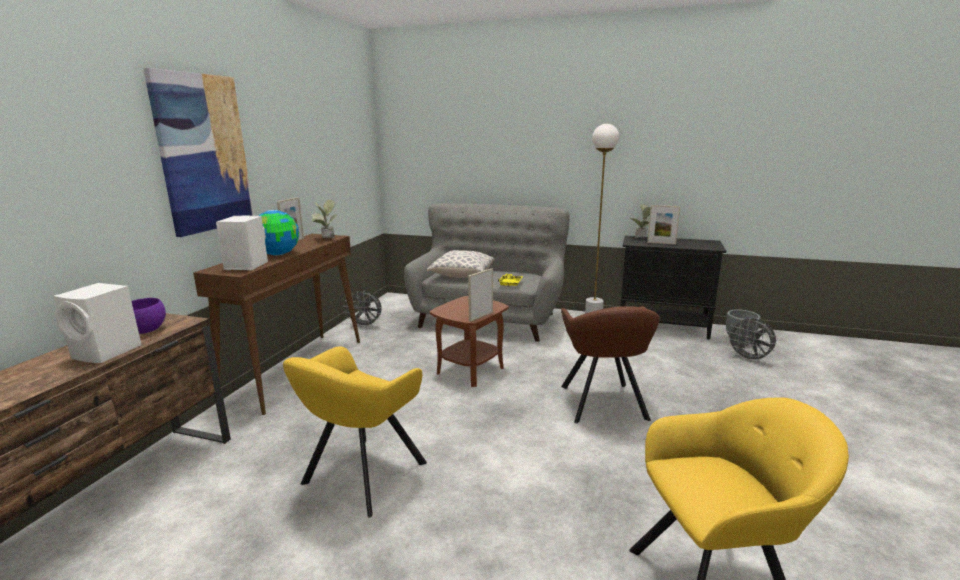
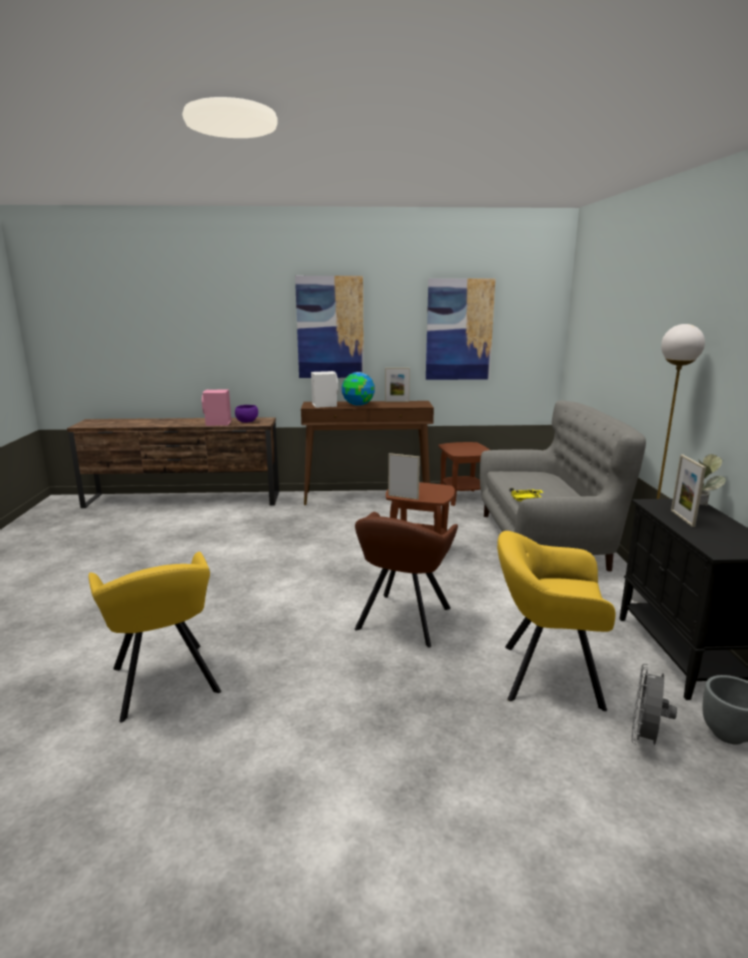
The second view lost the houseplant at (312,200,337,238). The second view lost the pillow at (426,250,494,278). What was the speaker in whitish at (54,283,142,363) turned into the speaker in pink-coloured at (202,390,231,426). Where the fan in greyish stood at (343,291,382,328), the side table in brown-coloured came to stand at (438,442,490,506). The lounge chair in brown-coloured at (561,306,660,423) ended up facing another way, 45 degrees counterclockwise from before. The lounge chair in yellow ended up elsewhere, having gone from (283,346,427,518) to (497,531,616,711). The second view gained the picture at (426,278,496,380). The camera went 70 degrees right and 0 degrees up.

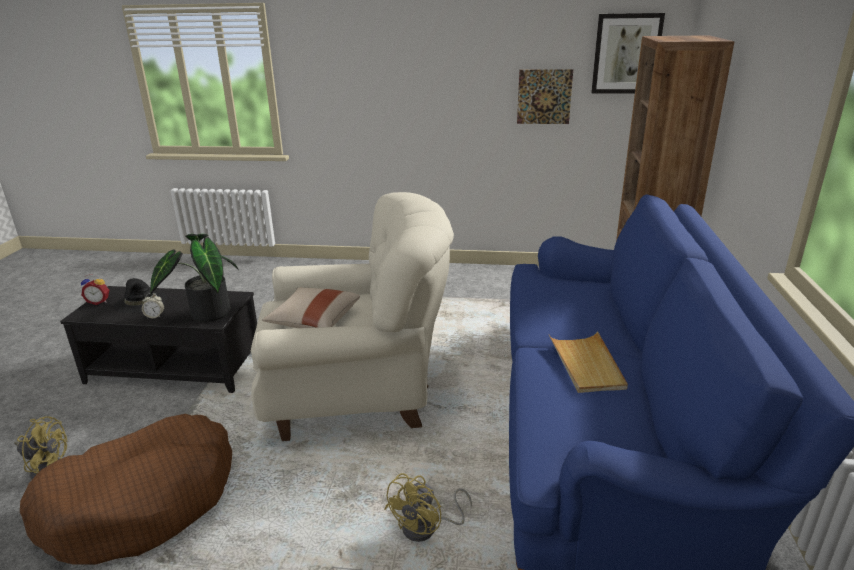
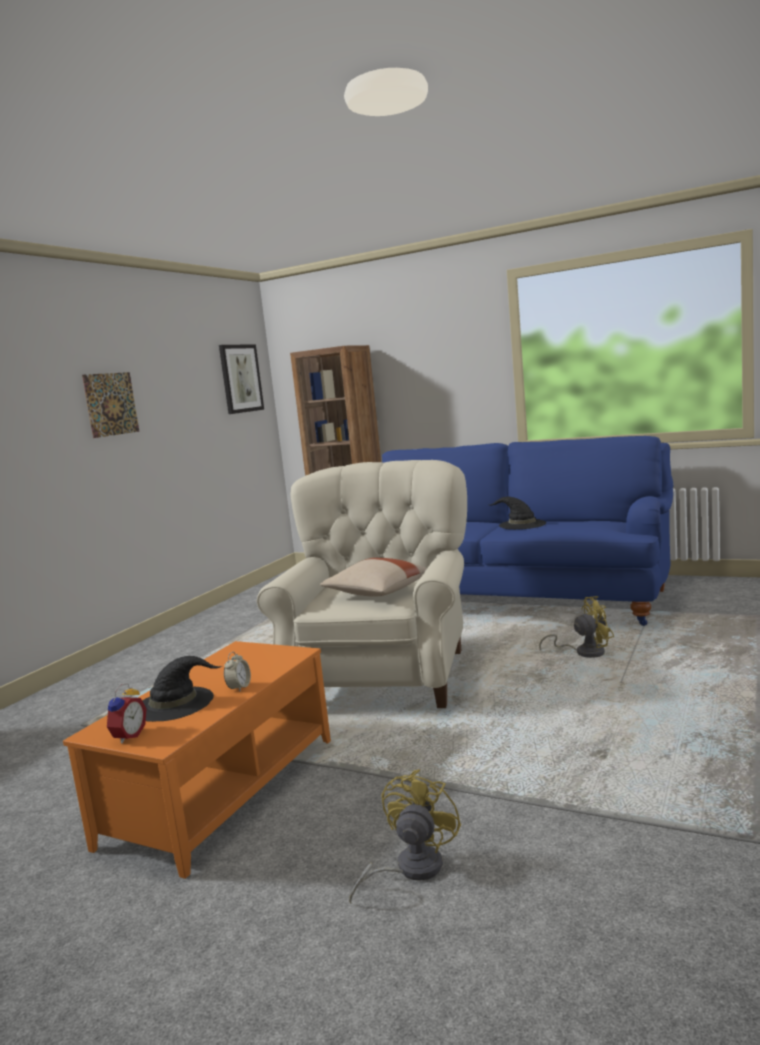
The picture ended up elsewhere, having gone from (517,69,573,124) to (82,372,139,438). The second view lost the houseplant at (150,234,239,322). What was the coffee table in black at (60,286,257,393) turned into the coffee table in orange at (63,641,331,879). Where the serving tray in sand-coloured stood at (549,331,628,393), the wearable hat in black came to stand at (487,497,546,529). The second view lost the dog cushion in brown-coloured at (20,414,232,565). The fan in yellow at (384,473,472,542) ended up facing another way, 60 degrees counterclockwise from before. The camera went 70 degrees left and 15 degrees down.

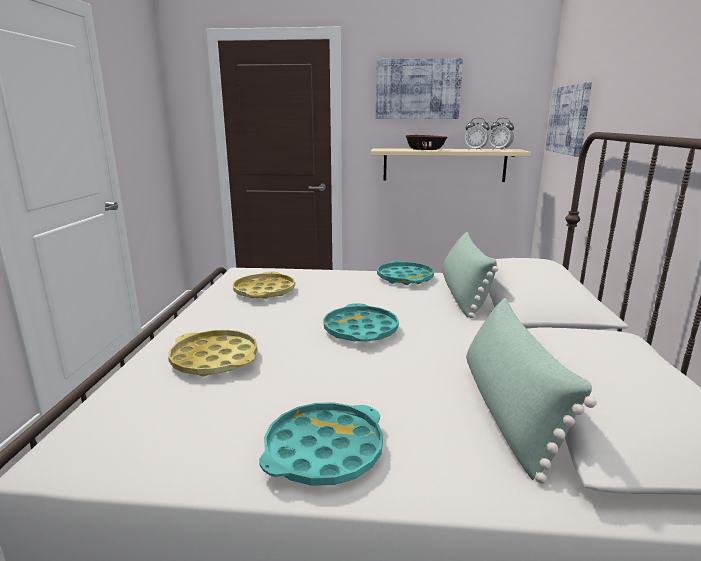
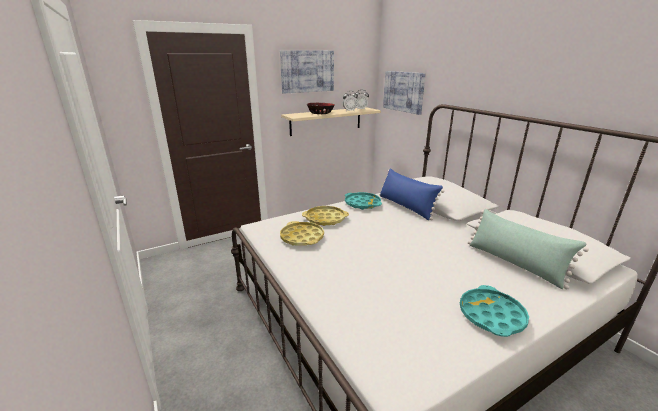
What was the pillow in green at (442,232,498,318) turned into the pillow in blue at (379,168,444,220). The second view lost the serving tray in turquoise-coloured at (323,303,399,341). The serving tray in yellow ended up elsewhere, having gone from (168,330,258,376) to (302,206,349,226). The camera went 35 degrees left and 5 degrees up.

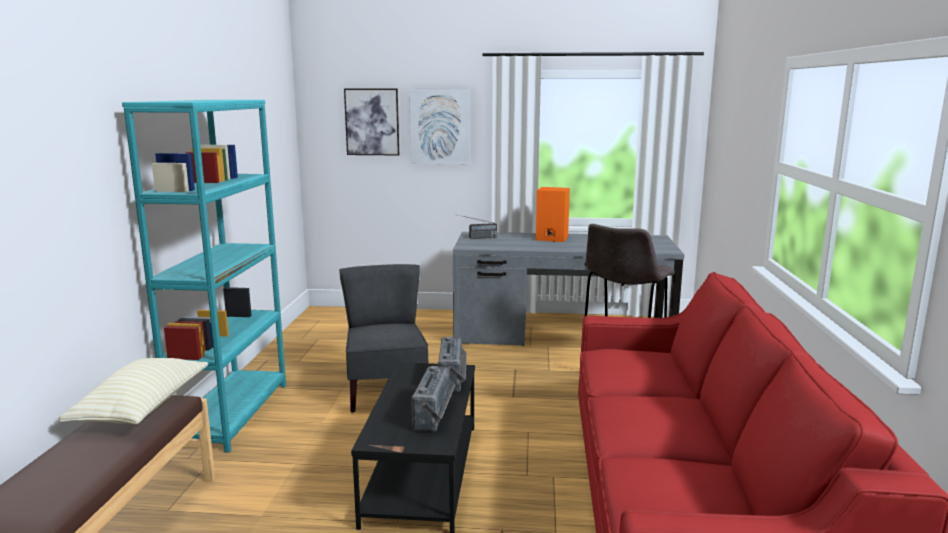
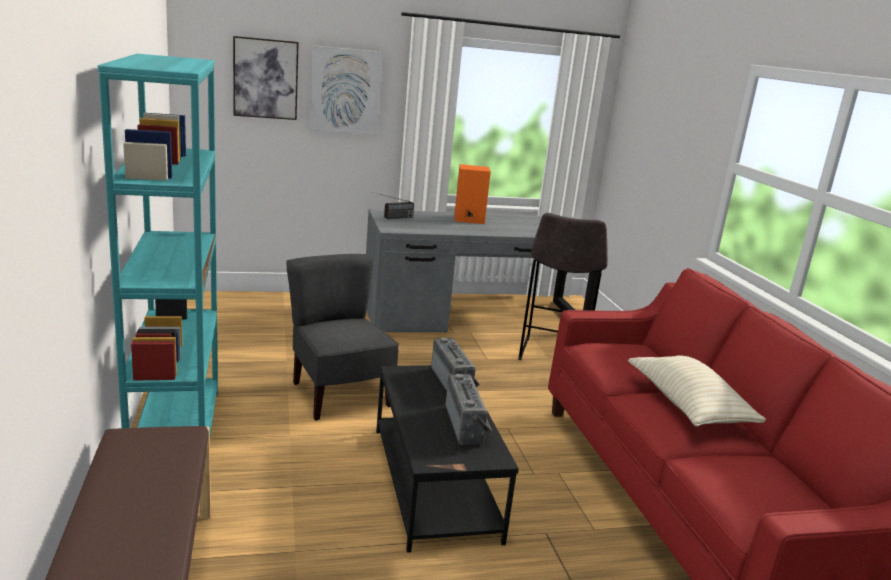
The pillow in sand-coloured ended up elsewhere, having gone from (59,358,208,424) to (628,355,766,427). The camera went 20 degrees left and 5 degrees up.

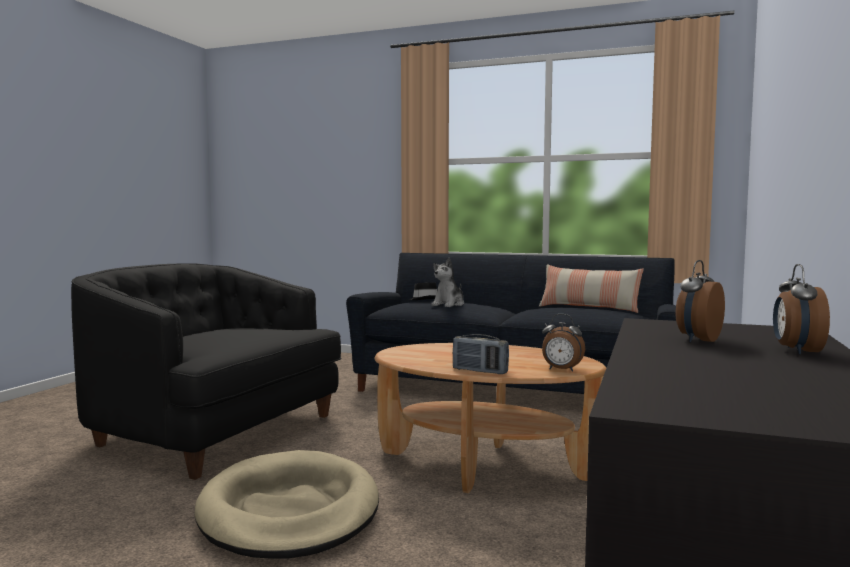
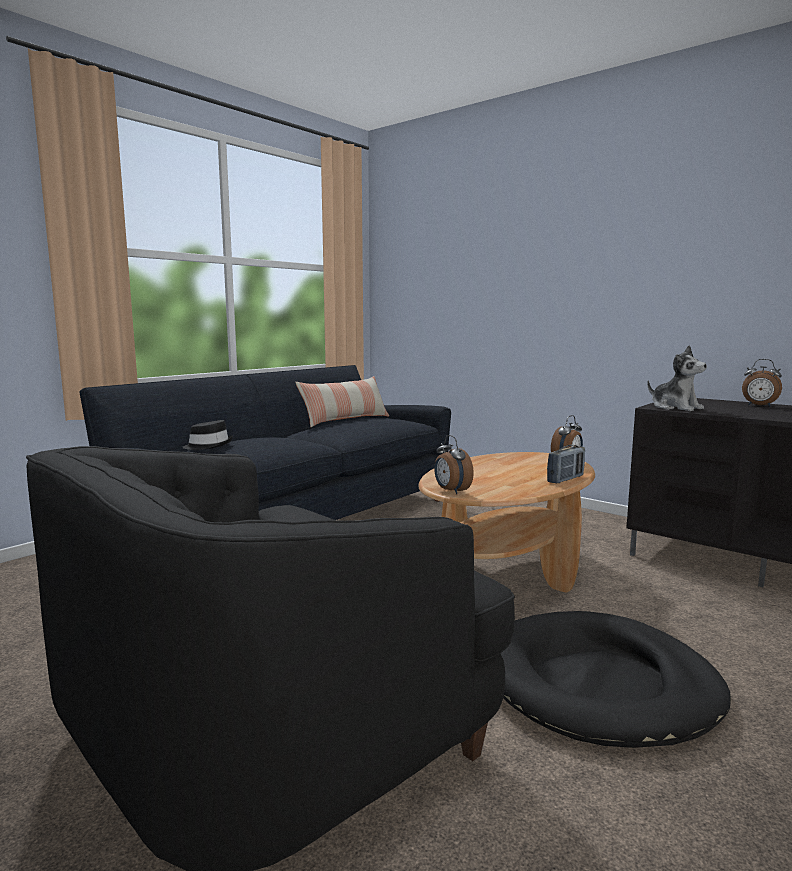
The cuddly toy ended up elsewhere, having gone from (431,258,464,307) to (647,345,707,411). The alarm clock ended up elsewhere, having gone from (676,260,725,342) to (434,435,474,494). What was the dog cushion in sand-coloured at (195,450,379,559) turned into the dog cushion in black at (501,611,731,748). The camera went 70 degrees left and 5 degrees up.

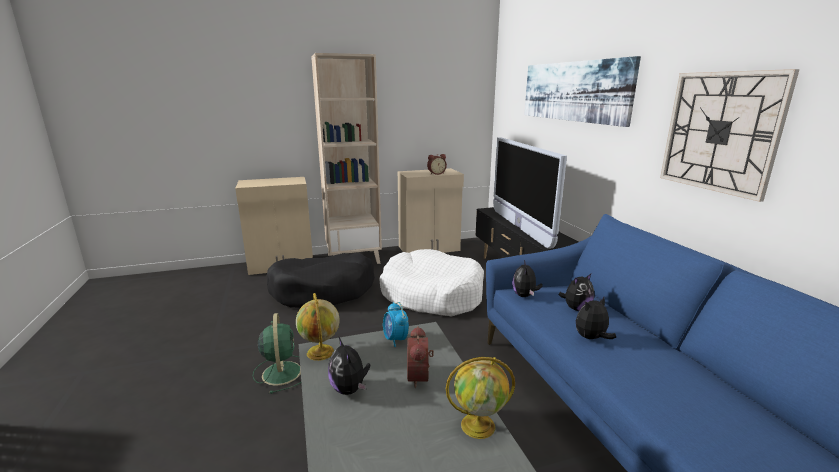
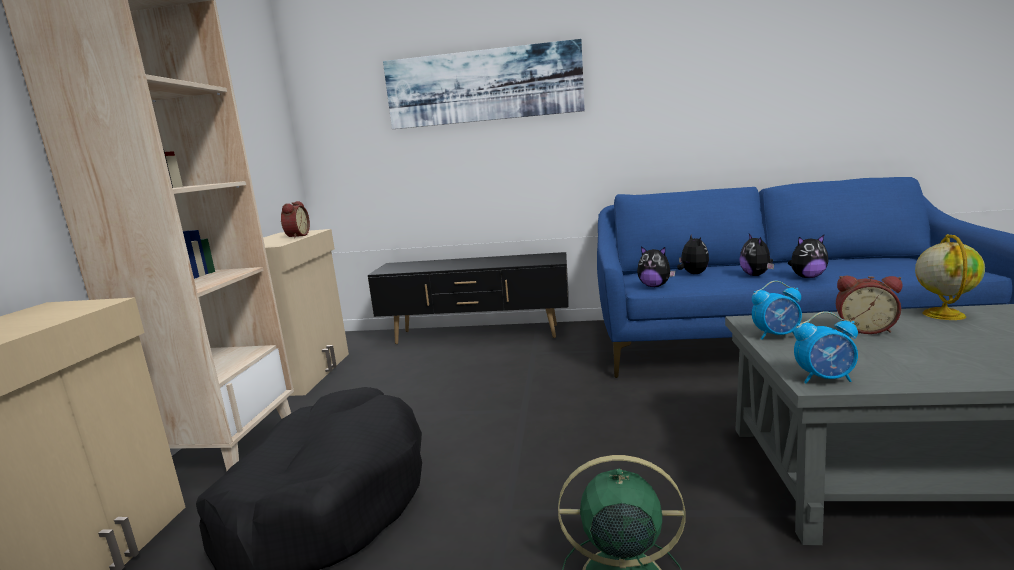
The second view lost the hanging clock at (660,69,800,202). The second view lost the TV set at (493,137,567,249). The second view lost the dog cushion in whitish at (379,249,484,317). Where the globe stood at (296,293,340,361), the alarm clock came to stand at (794,311,858,383). The cuddly toy ended up elsewhere, having gone from (328,338,370,395) to (788,235,828,278). The camera went 65 degrees left and 5 degrees down.

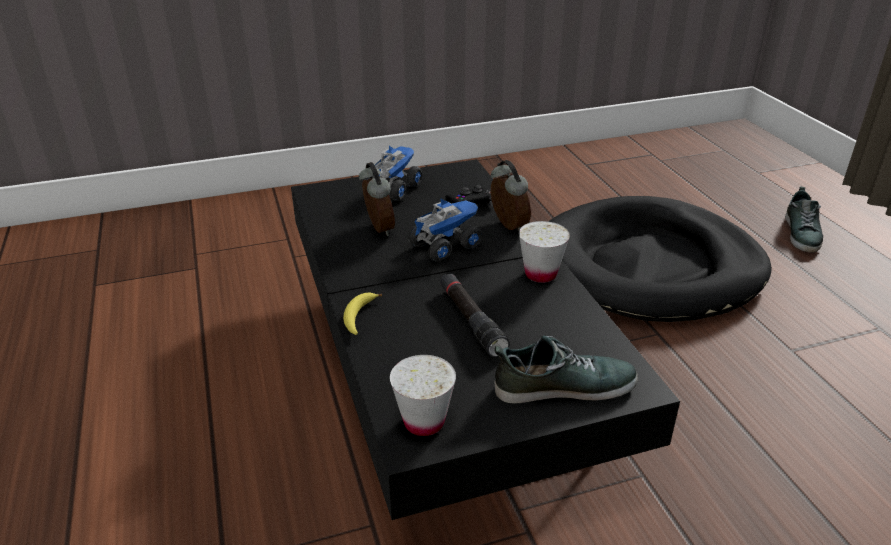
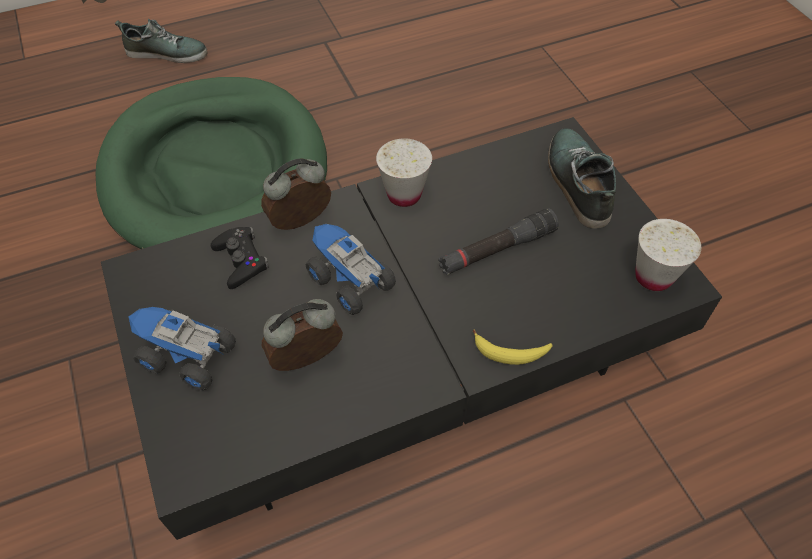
What was the dog cushion in black at (549,196,772,322) turned into the dog cushion in green at (95,77,327,249). The camera went 95 degrees left and 20 degrees up.

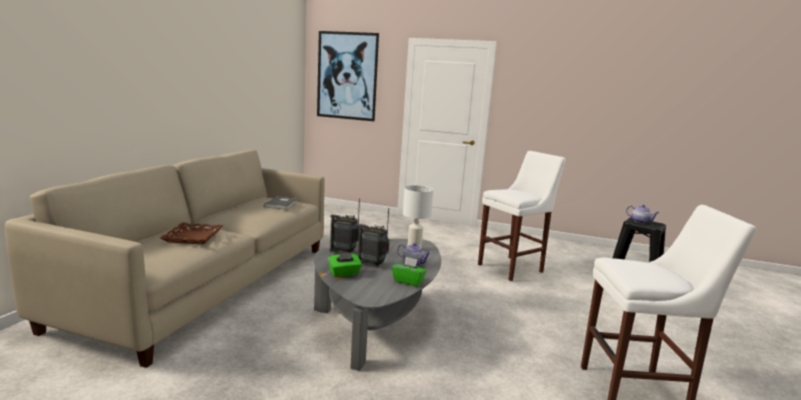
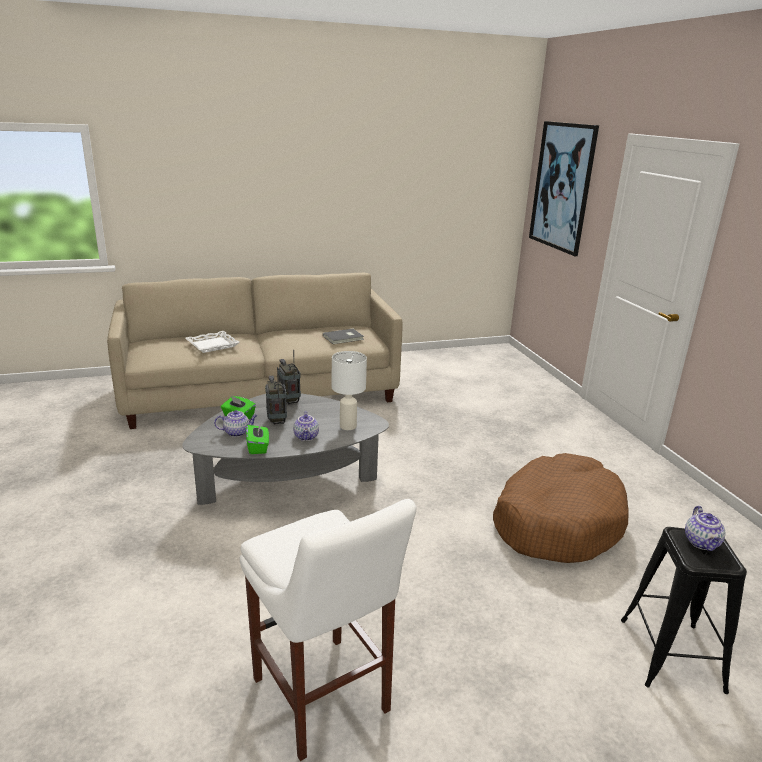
Where the stool seat in whitish stood at (478,151,566,281), the dog cushion in brown-coloured came to stand at (493,453,628,563). What was the serving tray in brown-coloured at (160,223,224,244) turned into the serving tray in whitish at (185,331,240,353). The second view gained the teapot at (214,410,257,437). The camera went 55 degrees right and 10 degrees up.

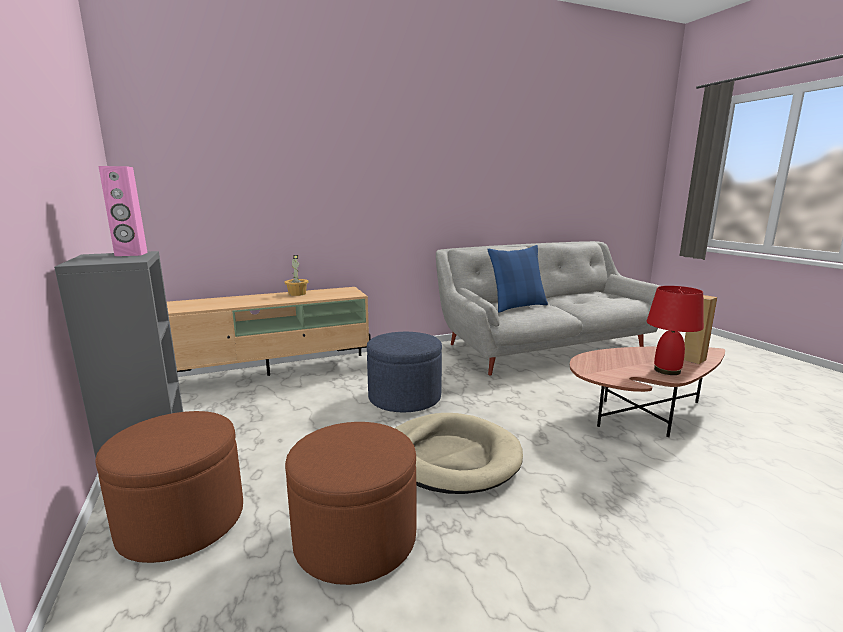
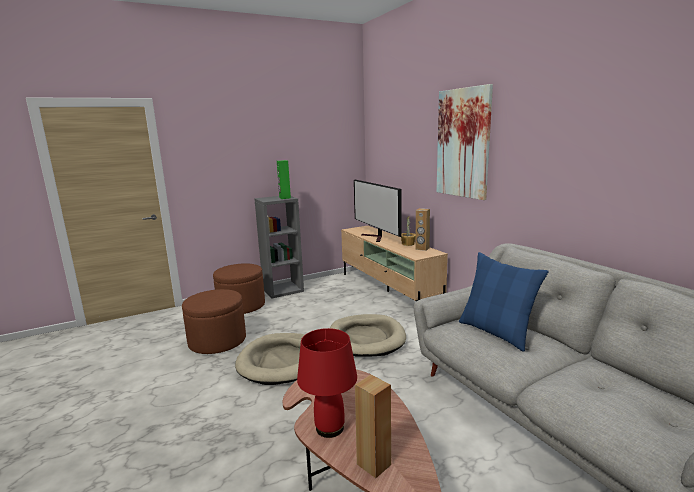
What was the speaker in pink-coloured at (98,166,148,256) turned into the speaker in green at (277,160,291,199). Where the footrest in blue stood at (367,332,442,412), the dog cushion in sand-coloured came to stand at (330,314,406,357). The second view gained the picture at (437,84,493,200). The second view gained the TV set at (354,180,402,242). The second view gained the speaker in brown-coloured at (415,208,430,251). The camera went 85 degrees right and 0 degrees up.

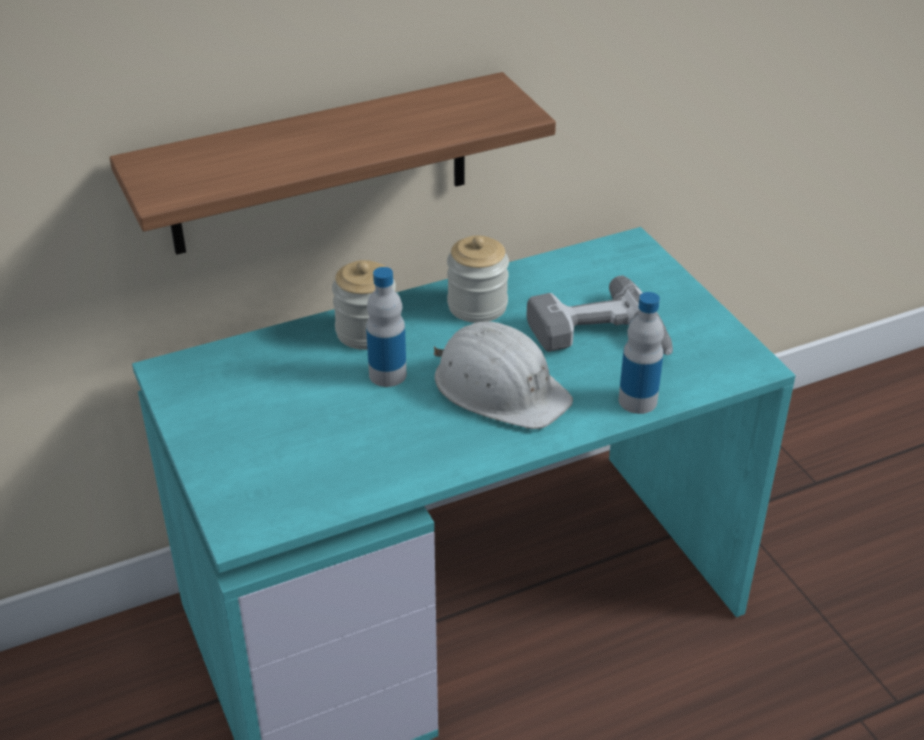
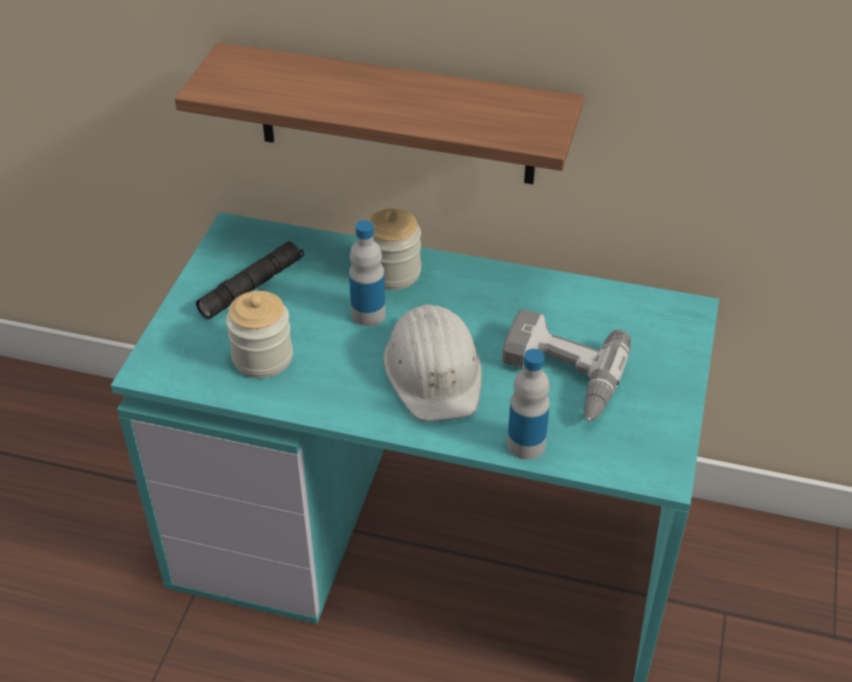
The jar ended up elsewhere, having gone from (447,236,509,323) to (226,291,293,378). The second view gained the flashlight in black at (196,241,304,319). The camera went 40 degrees right and 5 degrees up.

